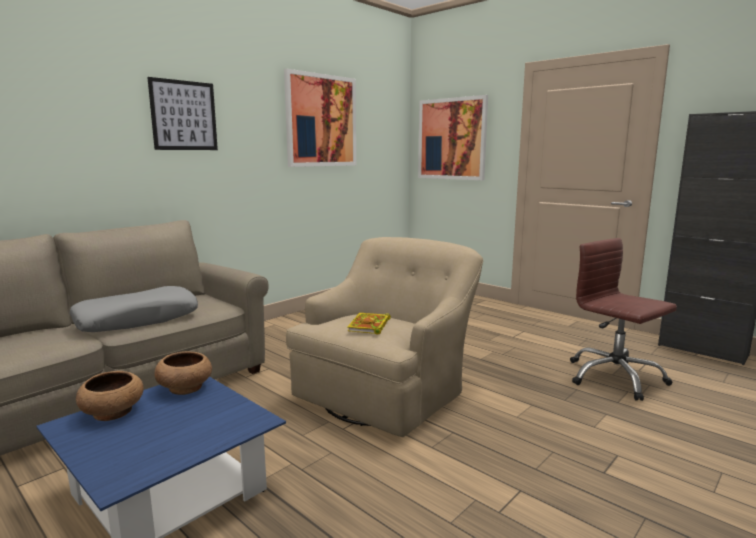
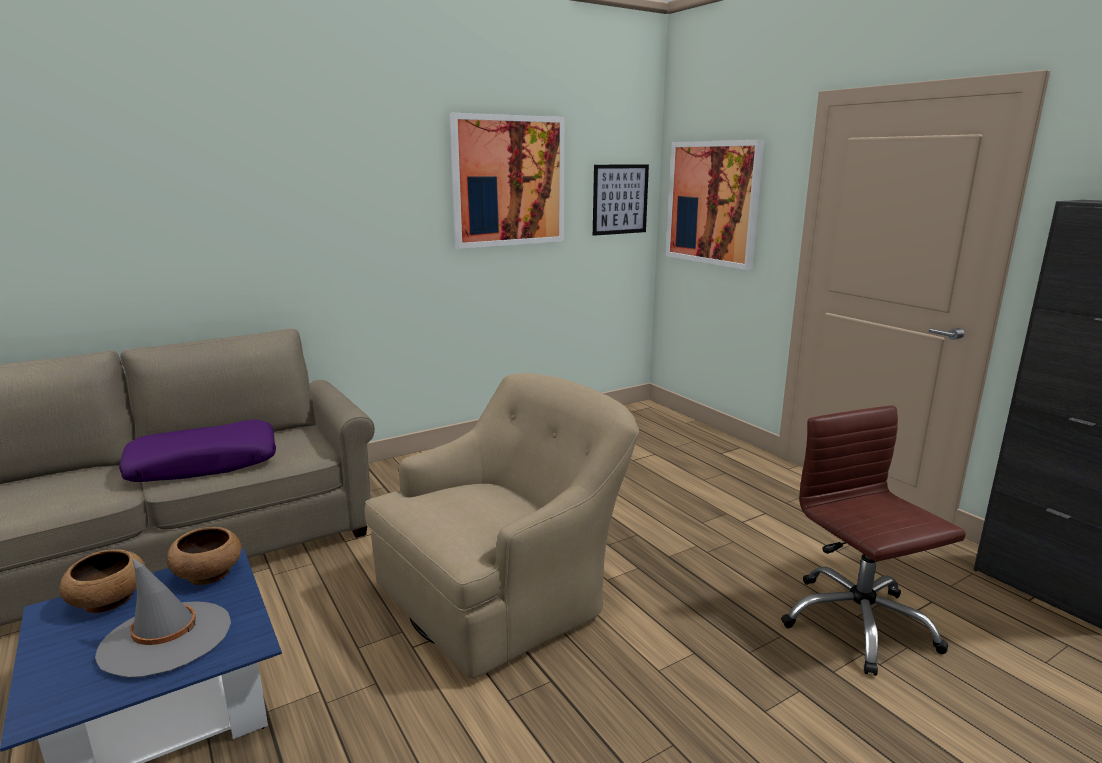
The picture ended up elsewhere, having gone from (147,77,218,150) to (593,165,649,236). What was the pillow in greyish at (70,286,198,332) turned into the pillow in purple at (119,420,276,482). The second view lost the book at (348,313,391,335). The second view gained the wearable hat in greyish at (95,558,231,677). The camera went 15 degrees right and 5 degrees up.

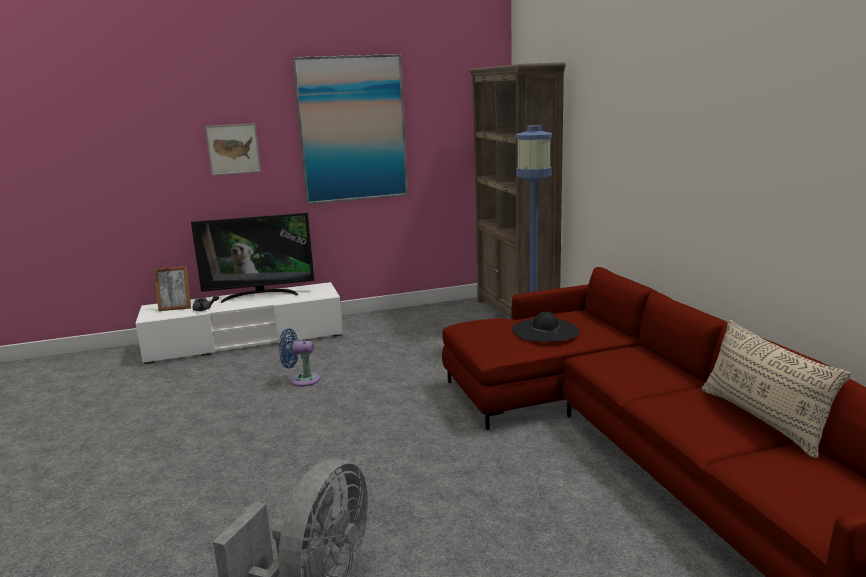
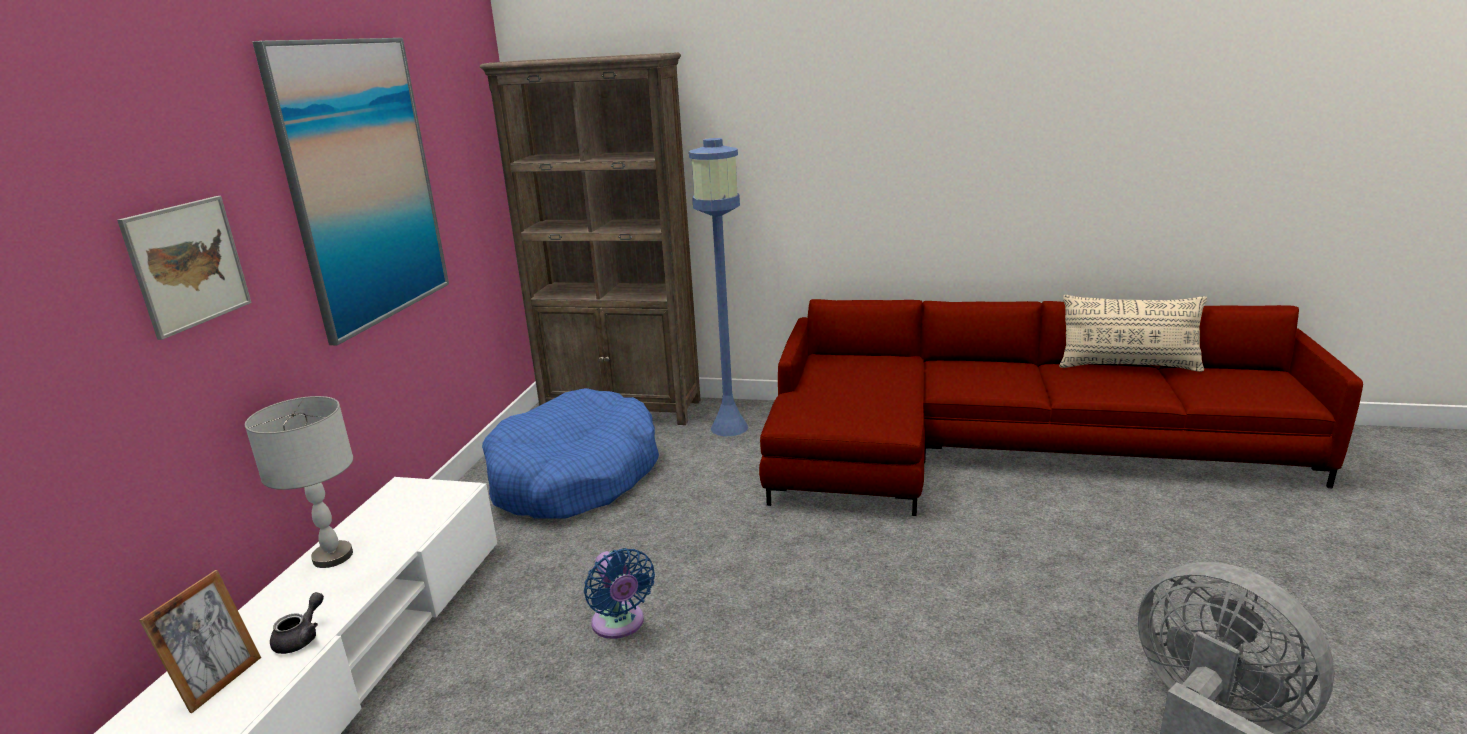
Where the TV set stood at (191,213,314,303), the lamp for a table in greyish came to stand at (245,396,353,568). The second view lost the wearable hat in black at (512,312,579,342). The fan in blue at (279,328,320,387) ended up facing another way, 60 degrees counterclockwise from before. The second view gained the dog cushion in blue at (482,388,659,519). The camera went 60 degrees left and 5 degrees up.

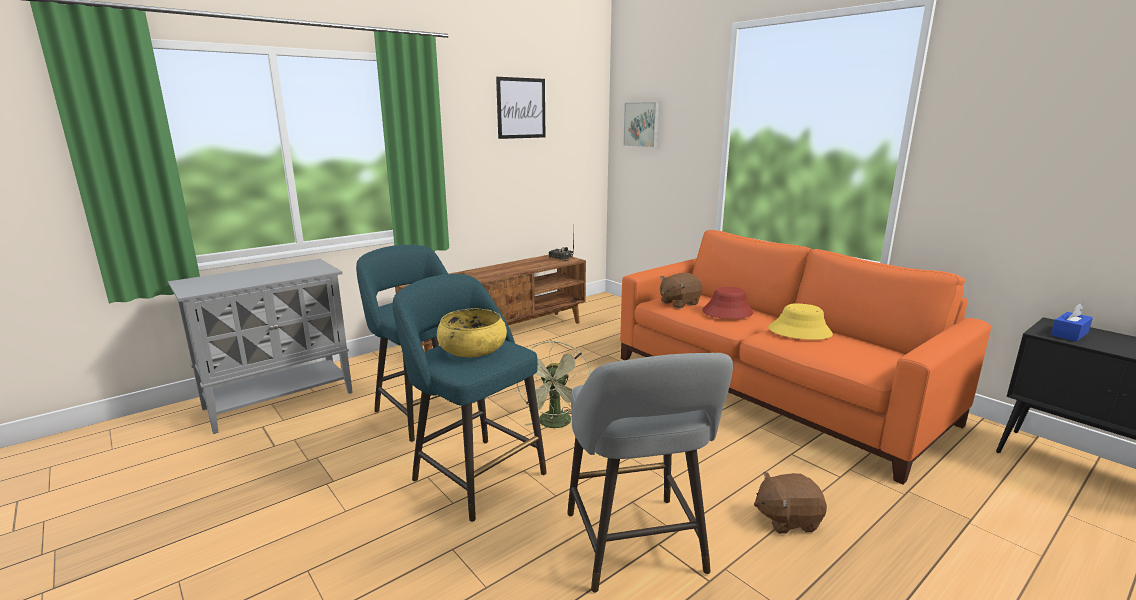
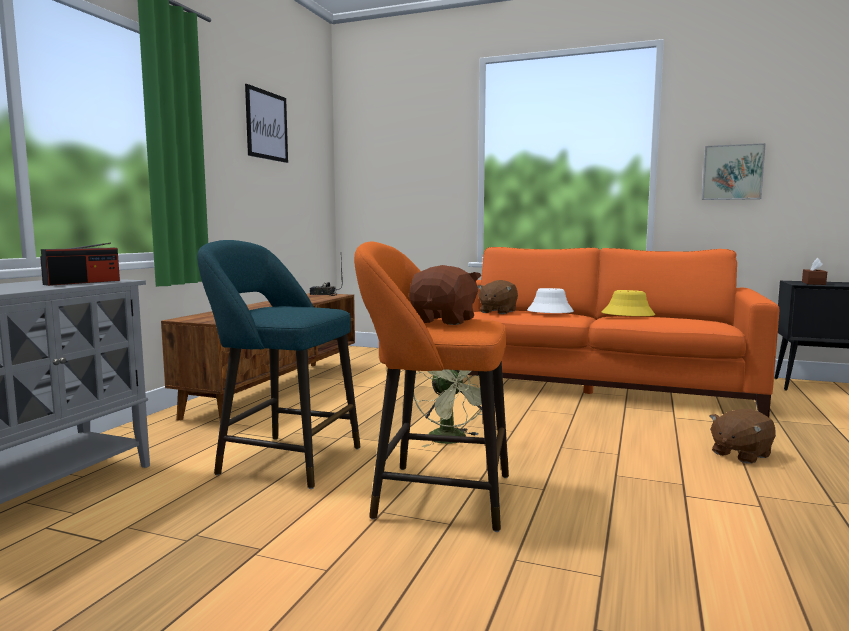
The picture ended up elsewhere, having gone from (623,102,660,147) to (701,143,766,200). What was the stool seat in turquoise-coloured at (393,274,547,522) turned into the stool seat in orange at (354,242,509,532). What was the wearable hat in red-coloured at (702,286,754,319) turned into the wearable hat in whitish at (527,288,574,313). What was the tissue box in blue at (1051,303,1093,342) turned into the tissue box in brown-coloured at (802,258,827,285). Where the serving bowl in yellow stood at (437,309,507,358), the cuddly toy in brown-coloured came to stand at (409,265,481,325). The second view lost the stool seat in greyish at (567,353,733,593). The second view gained the radio set at (40,243,120,286). The camera went 30 degrees left and 10 degrees down.

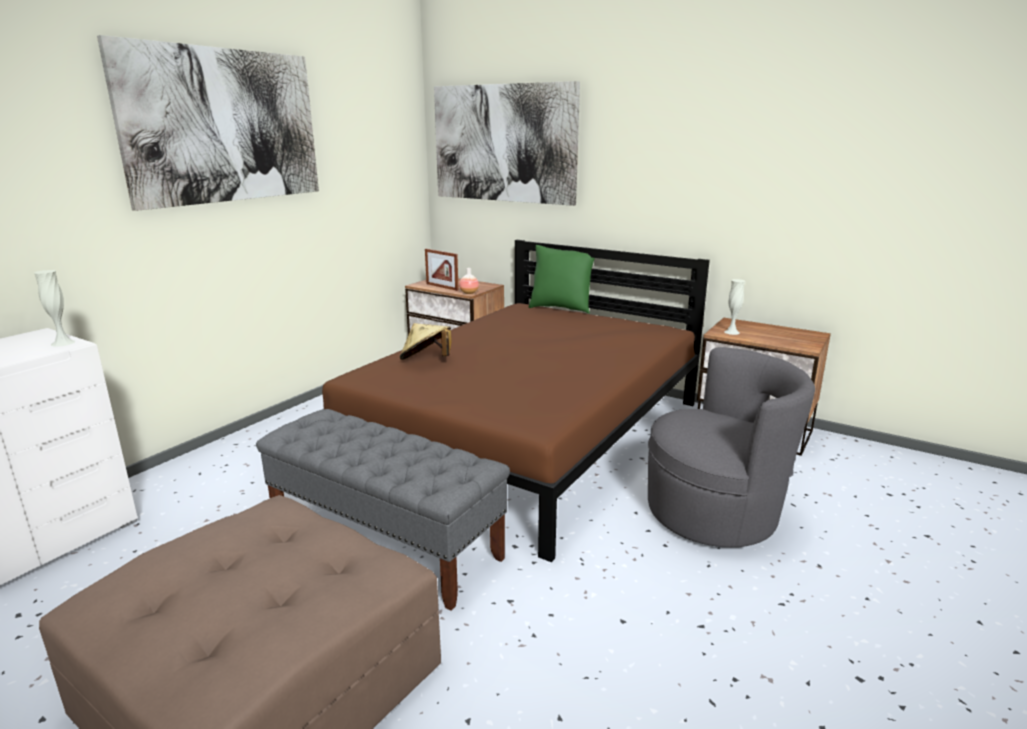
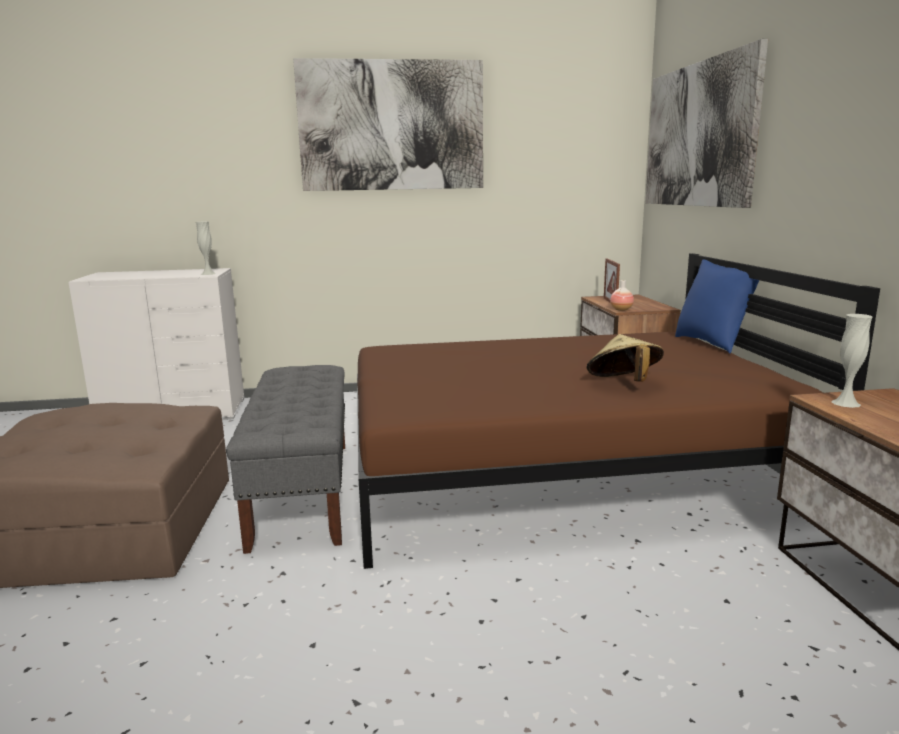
What was the pillow in green at (529,245,595,314) turned into the pillow in blue at (675,259,759,353). The wearable hat in sand-coloured ended up elsewhere, having gone from (400,323,452,360) to (587,334,664,382). The second view lost the lounge chair in greyish at (648,347,815,547). The camera went 50 degrees right and 5 degrees down.

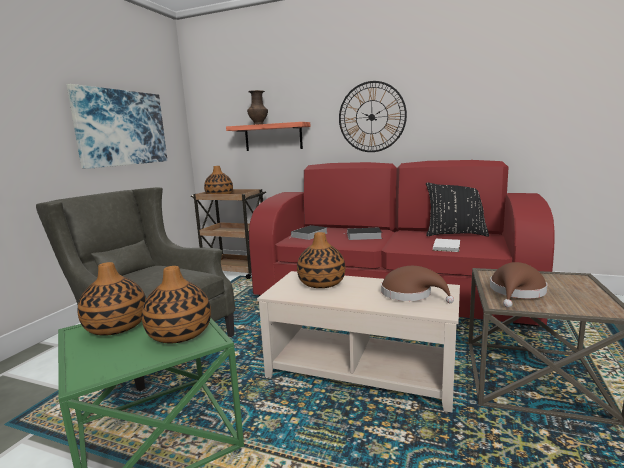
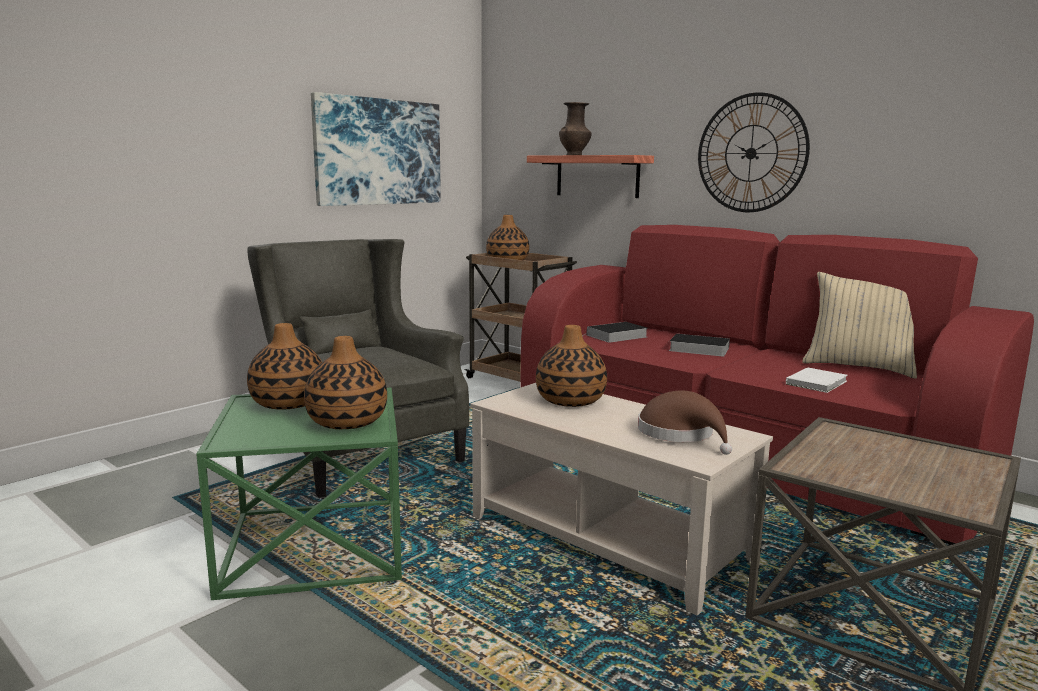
What was the pillow in black at (426,183,489,237) turned into the pillow in sand-coloured at (802,272,917,379). The second view lost the wearable hat in brown-coloured at (490,262,547,308). The camera went 20 degrees right and 0 degrees up.

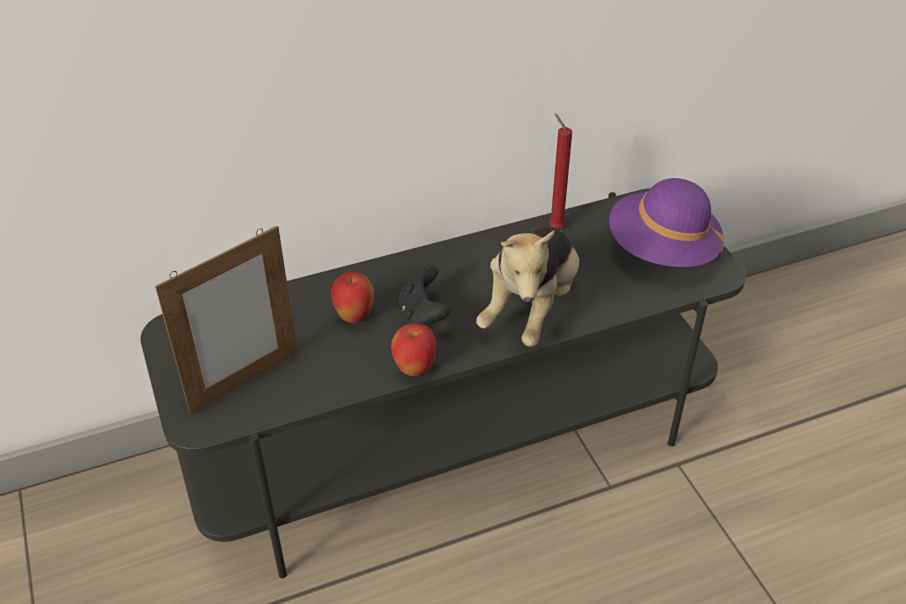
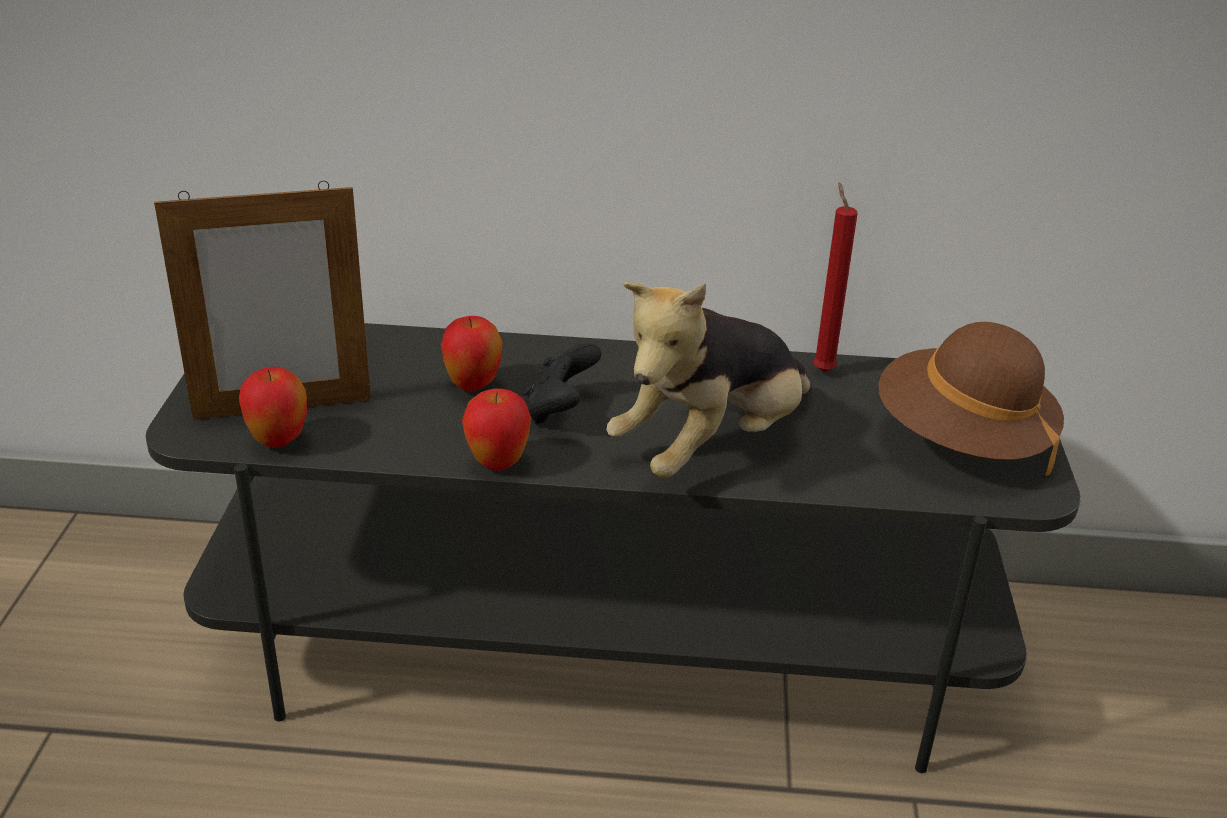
What was the wearable hat in purple at (609,178,725,267) turned into the wearable hat in brown-coloured at (878,322,1064,476). The second view gained the apple at (239,367,307,448). The camera went 25 degrees right and 10 degrees down.

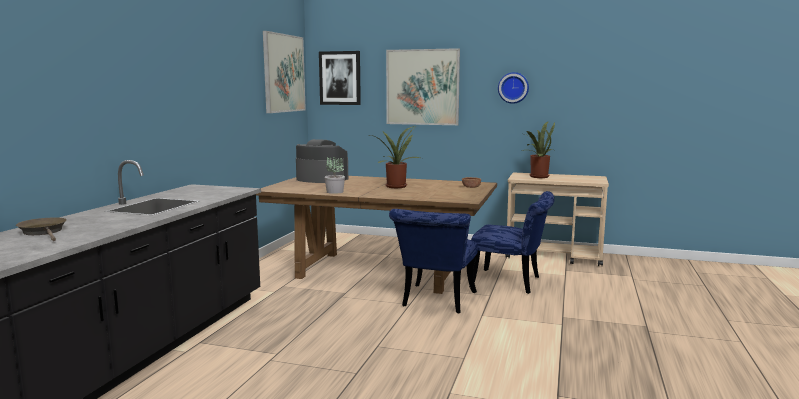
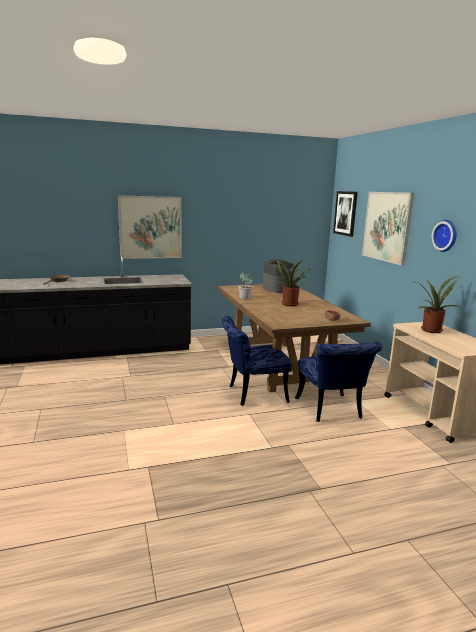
The picture ended up elsewhere, having gone from (263,31,306,113) to (118,195,182,259). The camera went 55 degrees right and 5 degrees up.

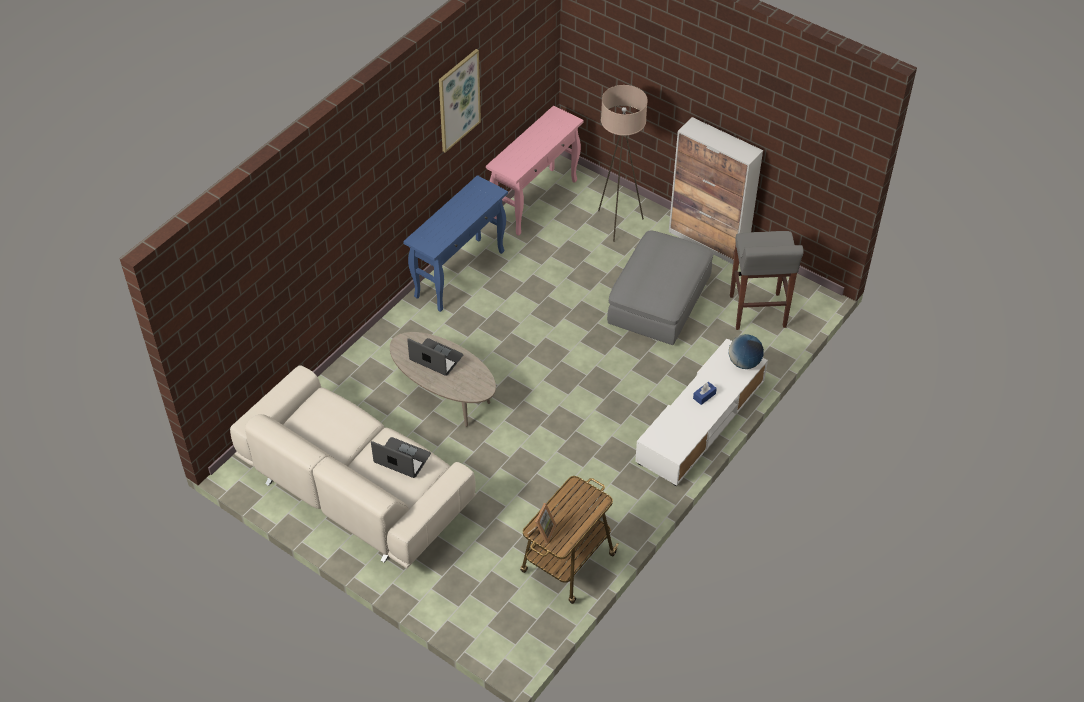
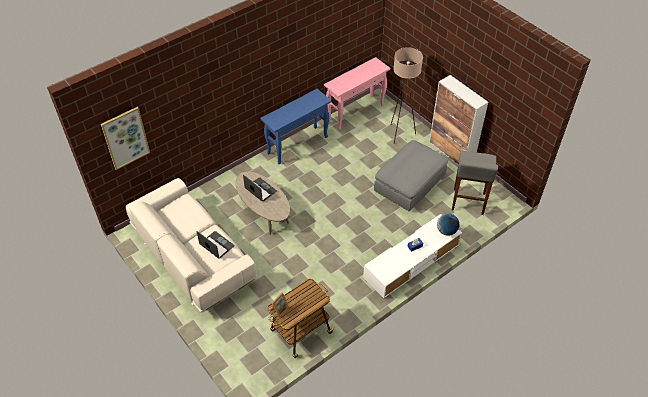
The picture ended up elsewhere, having gone from (439,49,481,153) to (101,107,150,170). The camera went 15 degrees right and 0 degrees up.

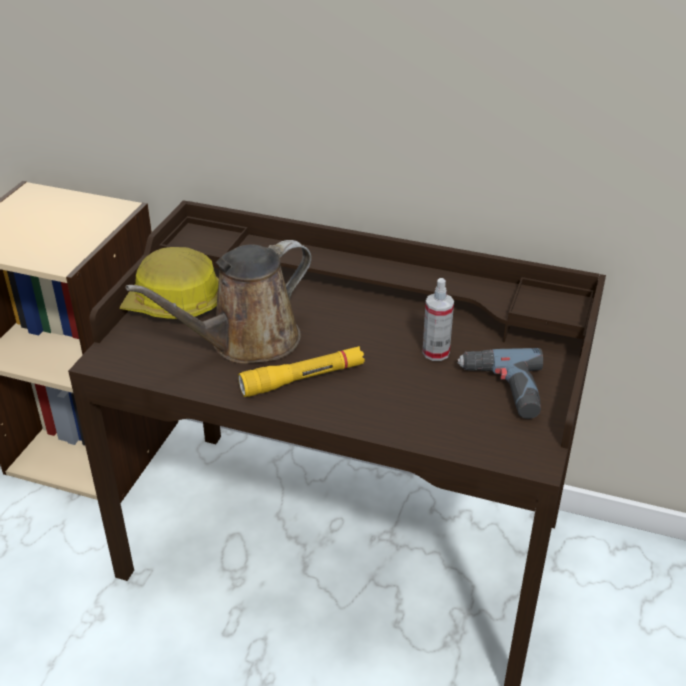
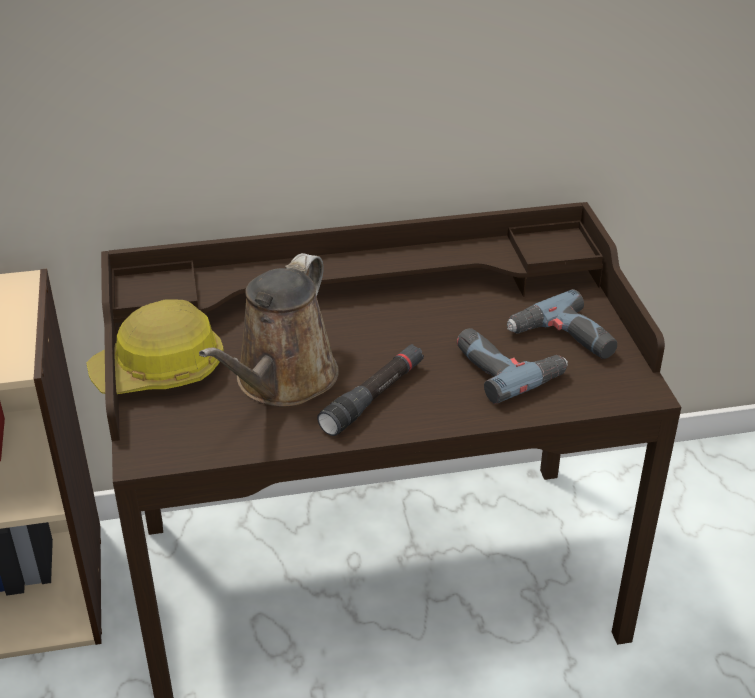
The second view lost the hand sprayer at (422,278,454,361). What was the flashlight in yellow at (238,346,365,397) turned into the flashlight in black at (317,344,424,436). The second view gained the drill at (457,328,568,404). The camera went 30 degrees left and 0 degrees up.

